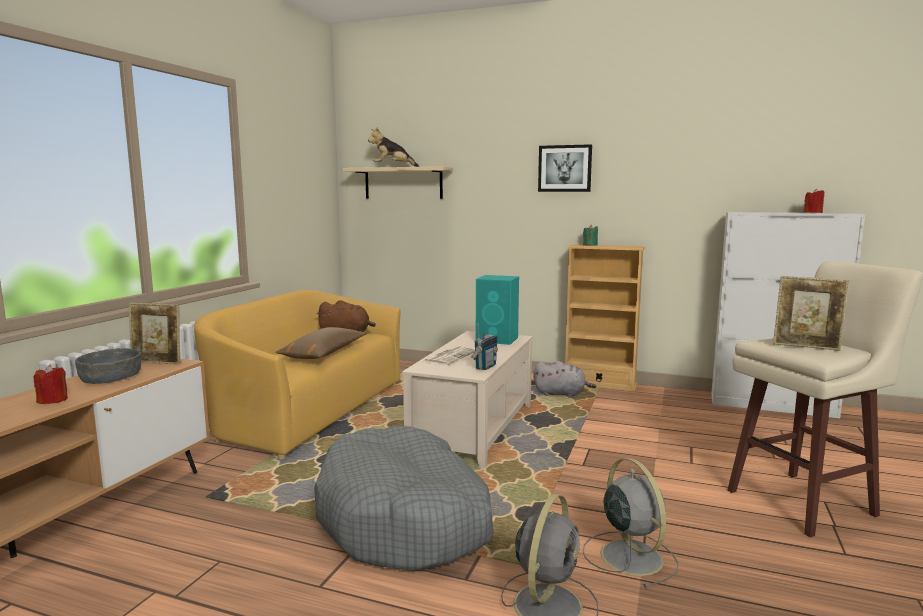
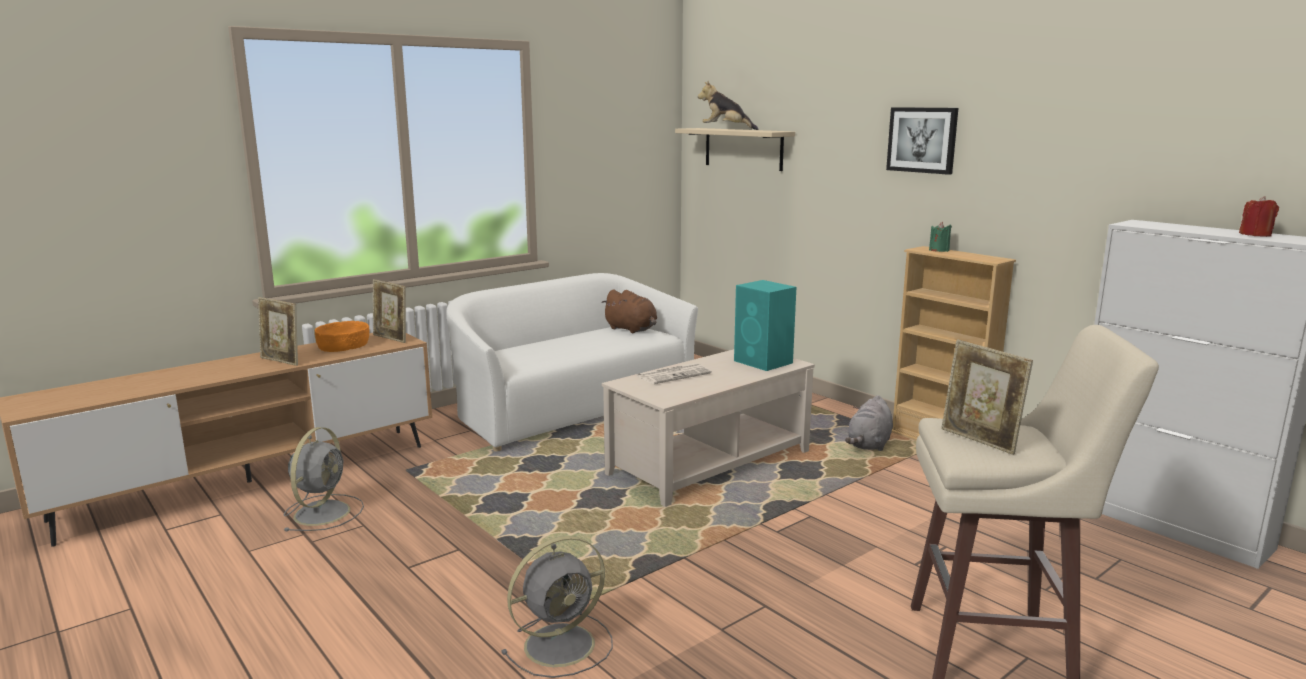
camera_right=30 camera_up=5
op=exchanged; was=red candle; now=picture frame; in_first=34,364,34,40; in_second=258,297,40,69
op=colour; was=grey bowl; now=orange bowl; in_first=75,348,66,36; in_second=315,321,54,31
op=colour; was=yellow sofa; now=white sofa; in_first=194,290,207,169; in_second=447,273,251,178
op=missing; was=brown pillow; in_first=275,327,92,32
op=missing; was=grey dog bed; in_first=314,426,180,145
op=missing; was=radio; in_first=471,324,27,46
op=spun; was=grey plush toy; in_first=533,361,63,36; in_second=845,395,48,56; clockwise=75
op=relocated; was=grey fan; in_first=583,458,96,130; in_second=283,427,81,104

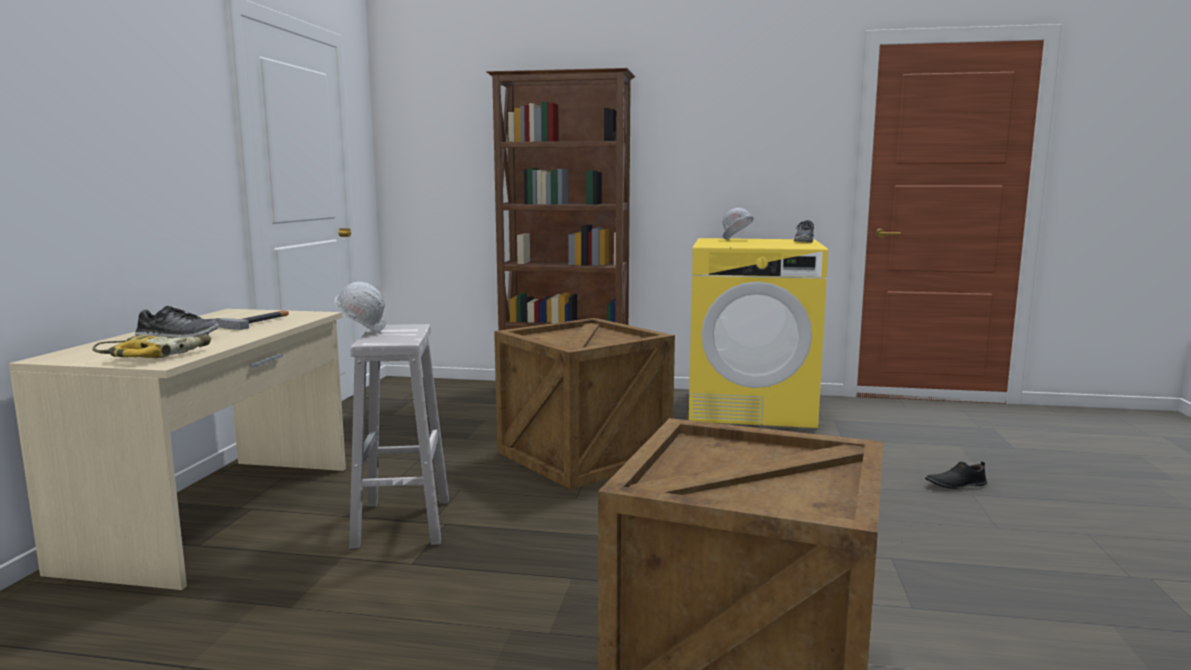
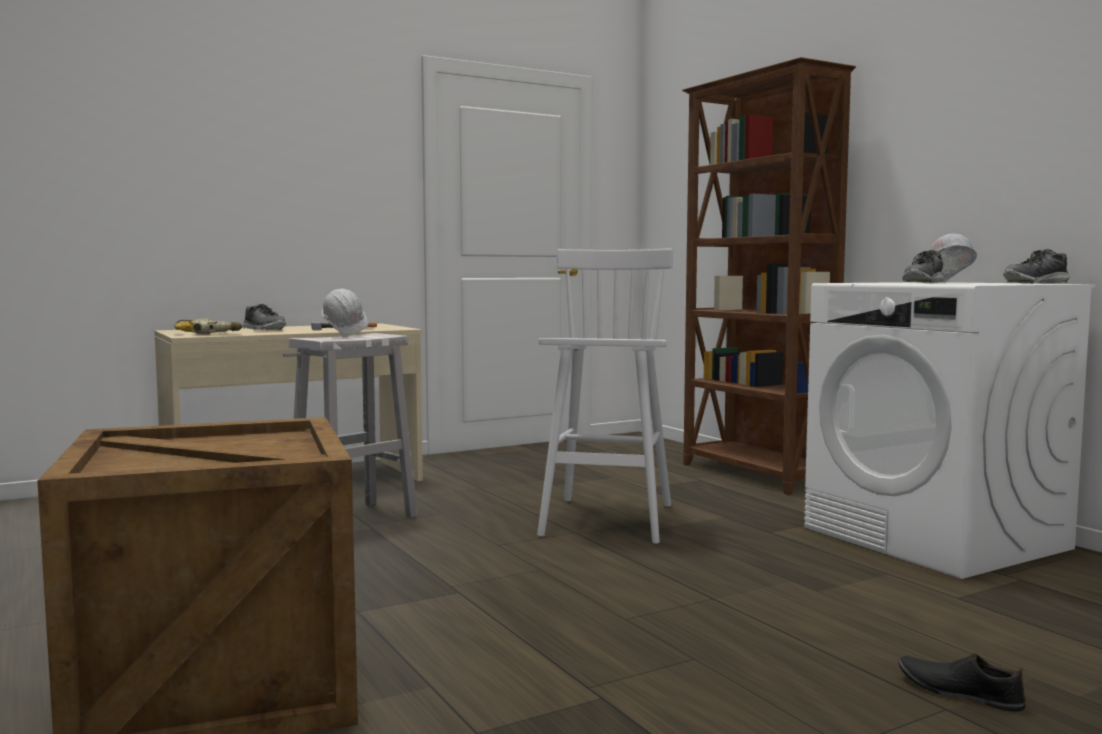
camera_right=50 camera_up=-5
op=exchanged; was=crate; now=white stool; in_first=494,318,181,172; in_second=537,248,136,296
op=colour; was=yellow washing machine; now=white washing machine; in_first=689,238,139,190; in_second=804,282,291,297
op=appeared; now=shoe; in_second=902,250,42,33

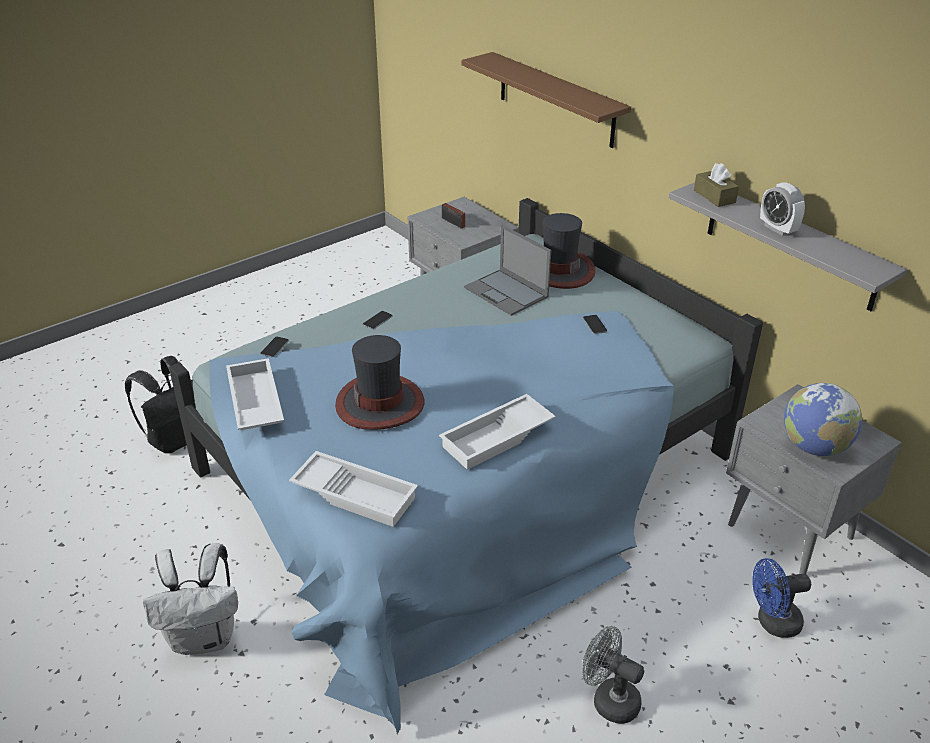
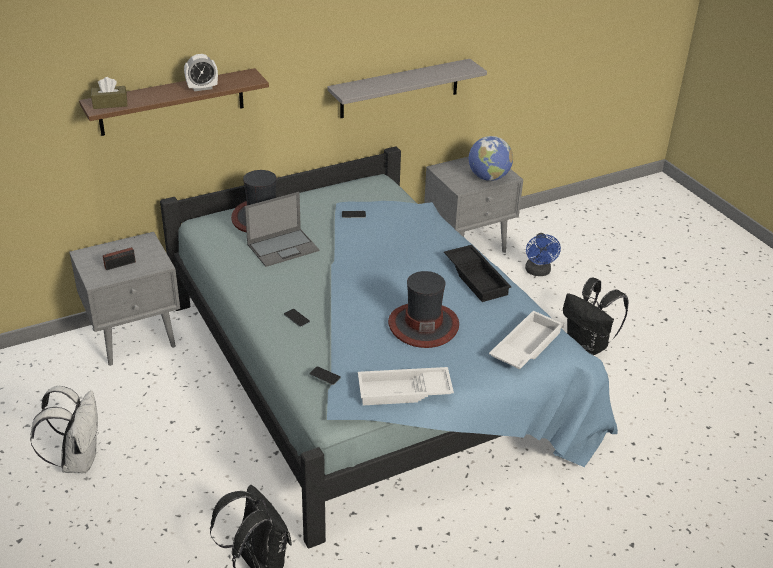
camera_right=-80 camera_up=0
op=relocated; was=white backpack; in_first=143,543,95,112; in_second=30,386,69,87
op=colour; was=white tray; now=black tray; in_first=439,394,117,76; in_second=444,245,67,57
op=exchanged; was=grey fan; now=black backpack; in_first=582,626,62,98; in_second=563,277,66,78
op=relocated; was=brown tissue box; in_first=694,163,45,44; in_second=91,77,36,32
op=relocated; was=alarm clock; in_first=760,182,45,54; in_second=184,54,34,37

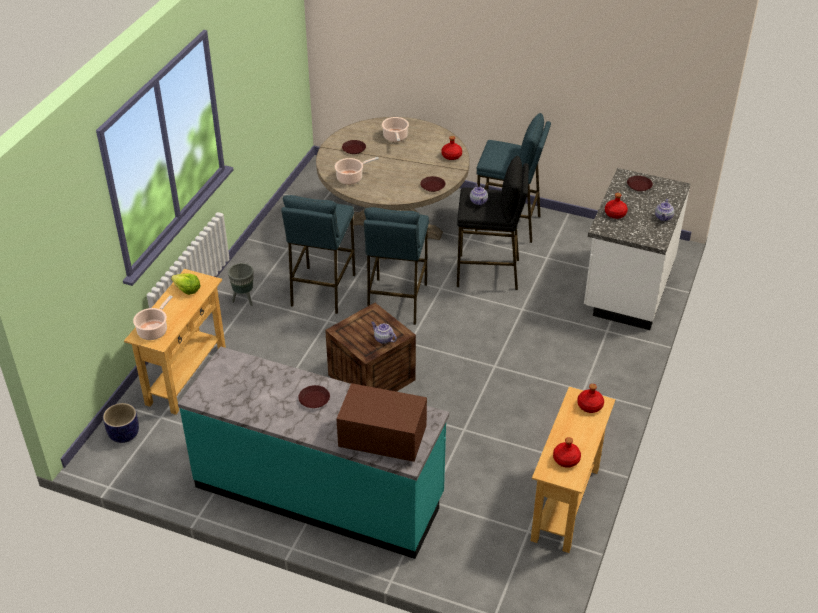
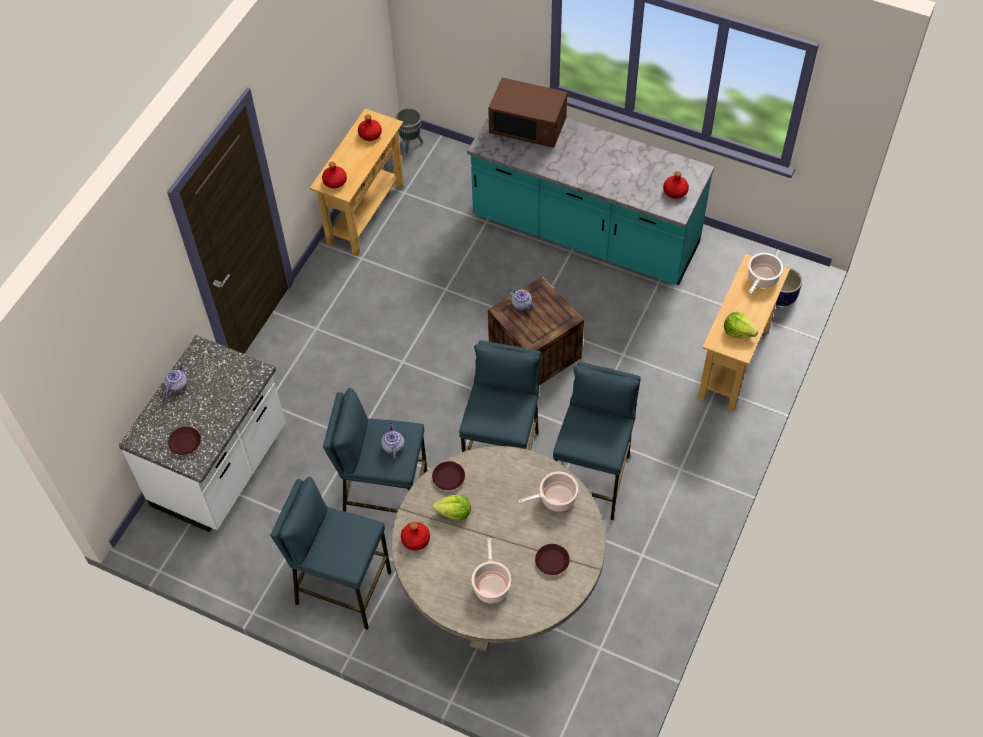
camera_right=-175 camera_up=15
op=relocated; was=grey planter; in_first=228,263,26,43; in_second=395,108,28,46
op=missing; was=brown plate; in_first=298,385,32,23
op=colour; was=black stool; now=blue stool; in_first=457,156,72,134; in_second=323,388,104,125
op=relocated; was=red bottle; in_first=605,193,23,26; in_second=663,171,26,28
op=appeared; now=lettuce; in_second=433,495,38,25

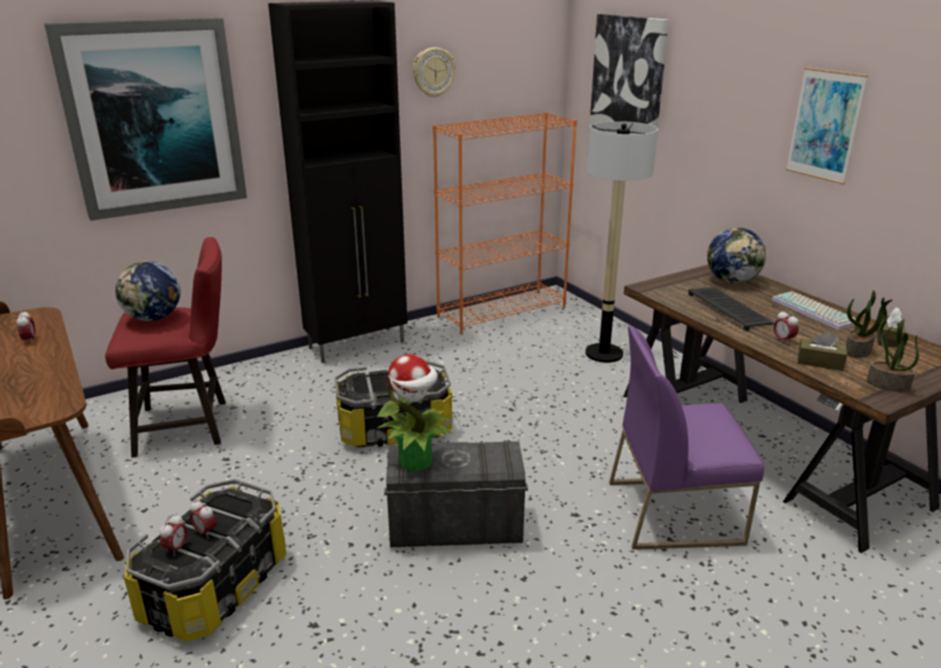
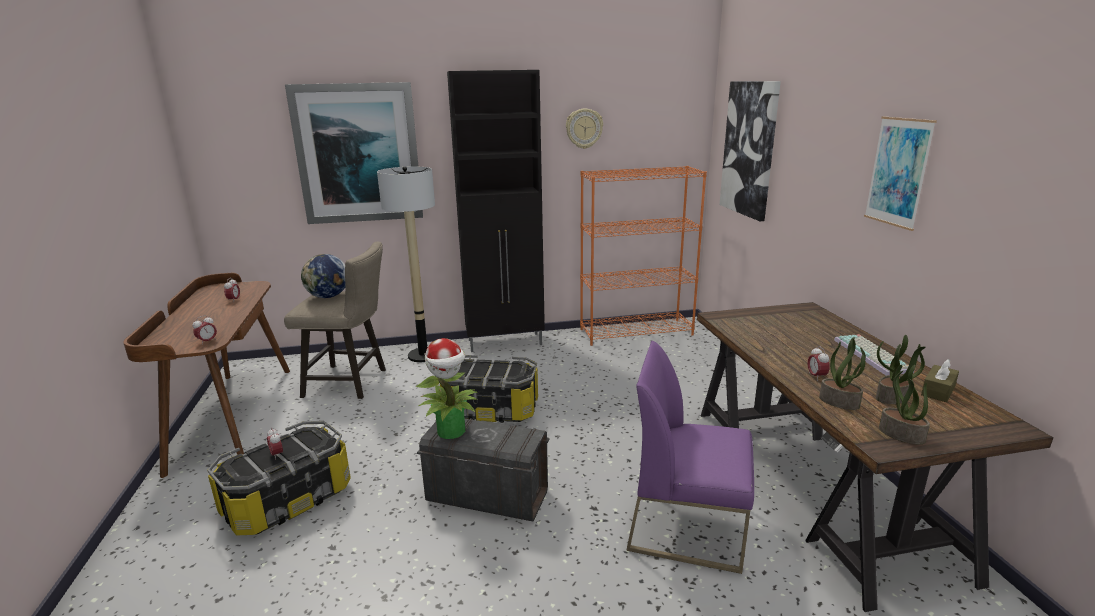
camera_right=20 camera_up=-5
op=colour; was=red stool; now=beige stool; in_first=105,237,121,221; in_second=284,242,102,157
op=relocated; was=alarm clock; in_first=159,514,28,42; in_second=193,315,24,30
op=relocated; was=floor lamp; in_first=585,121,73,242; in_second=377,167,58,195
op=missing; was=keyboard; in_first=688,287,87,44
op=missing; was=globe; in_first=707,228,59,56
op=exchanged; was=brown tissue box; now=potted plant; in_first=798,331,49,40; in_second=819,337,47,73

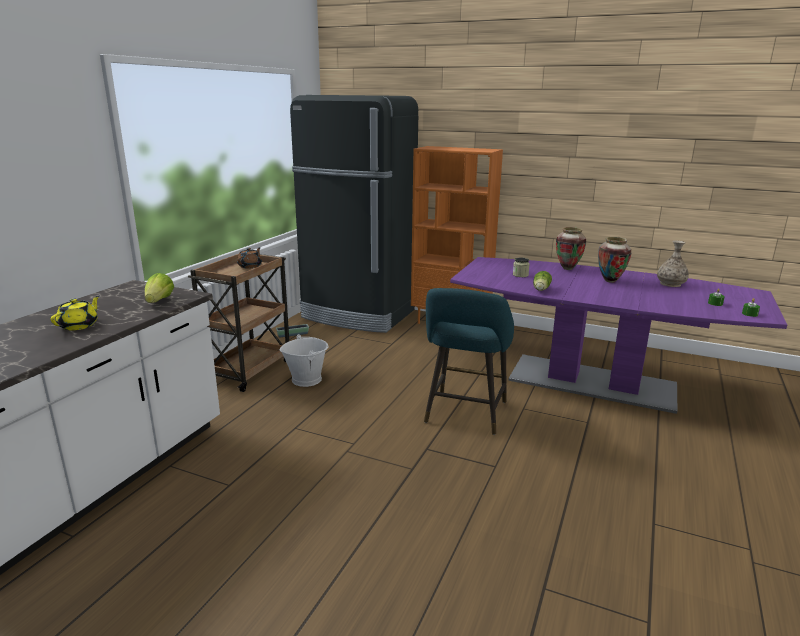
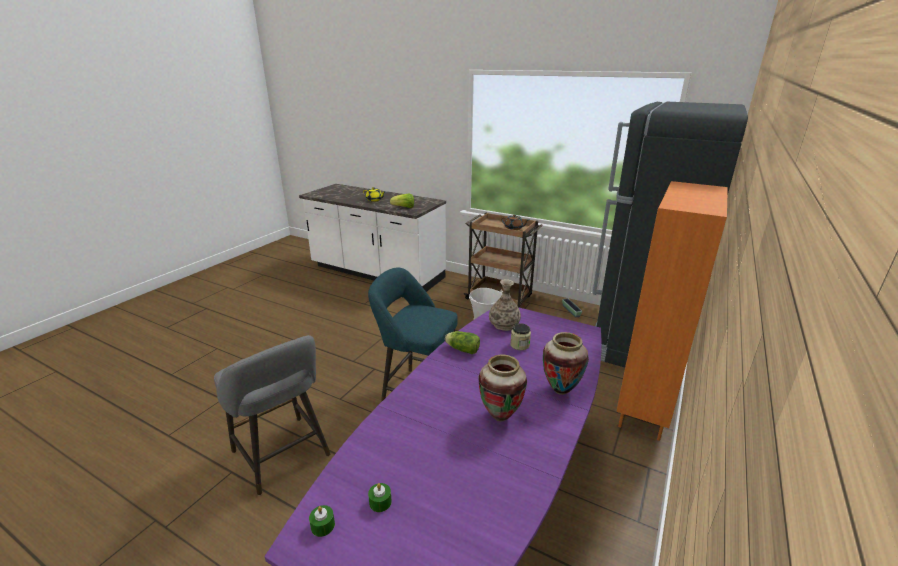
camera_right=95 camera_up=5
op=relocated; was=vase; in_first=657,241,32,46; in_second=489,279,32,52
op=appeared; now=grey stool; in_second=214,335,116,160

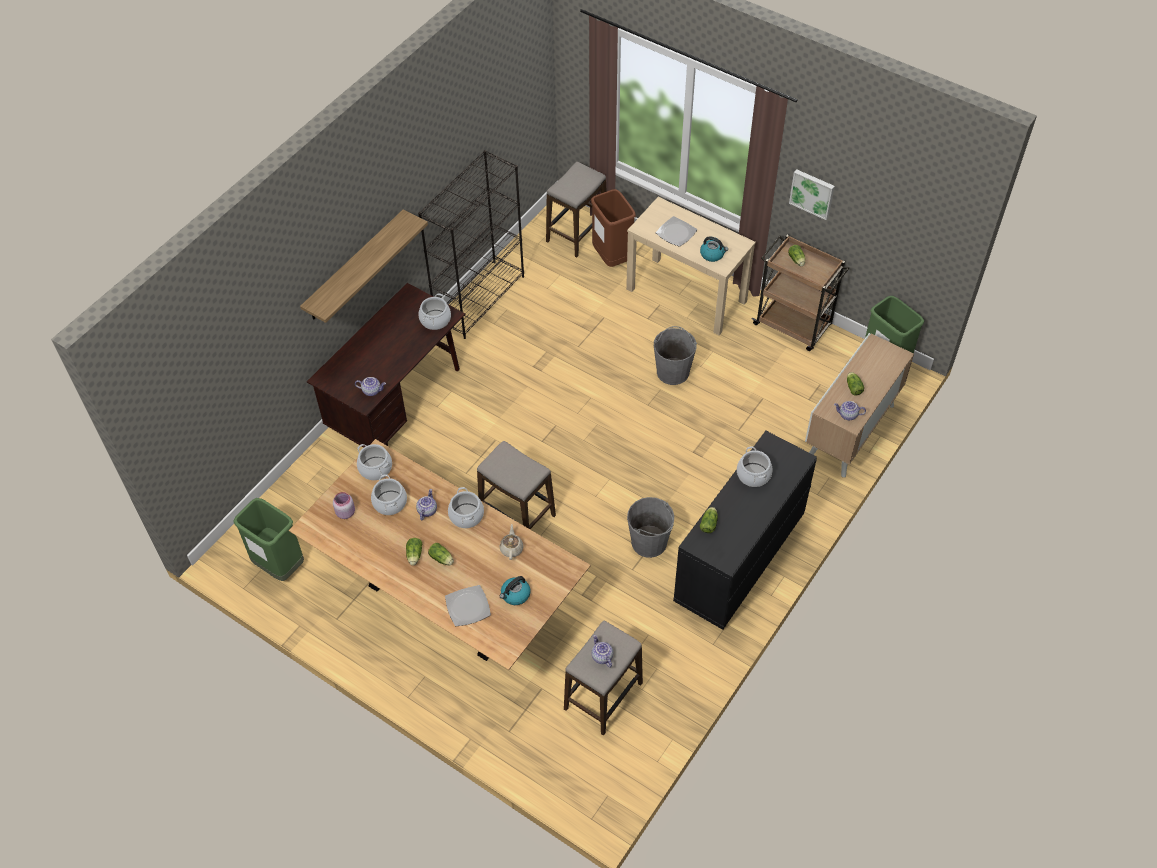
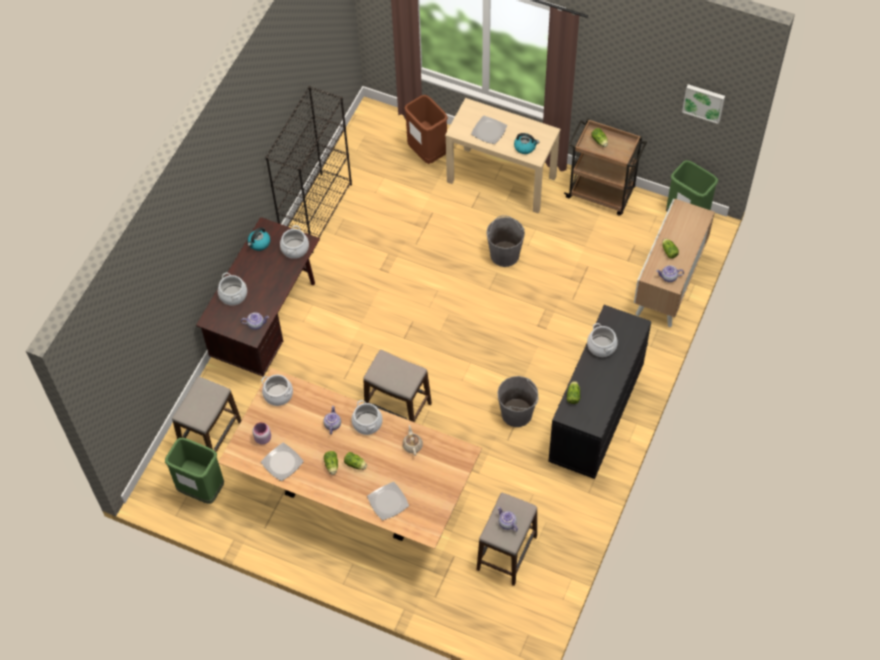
camera_right=-10 camera_up=5
op=missing; was=shelf; in_first=300,209,128,114
op=relocated; was=cooking pot; in_first=371,474,36,41; in_second=218,272,29,33
op=relocated; was=kettle; in_first=500,576,31,29; in_second=248,227,23,24
op=relocated; was=stool; in_first=546,162,61,95; in_second=172,376,69,76
op=relocated; was=picture; in_first=789,169,46,51; in_second=682,84,43,40
op=appeared; now=plate; in_second=261,443,43,38

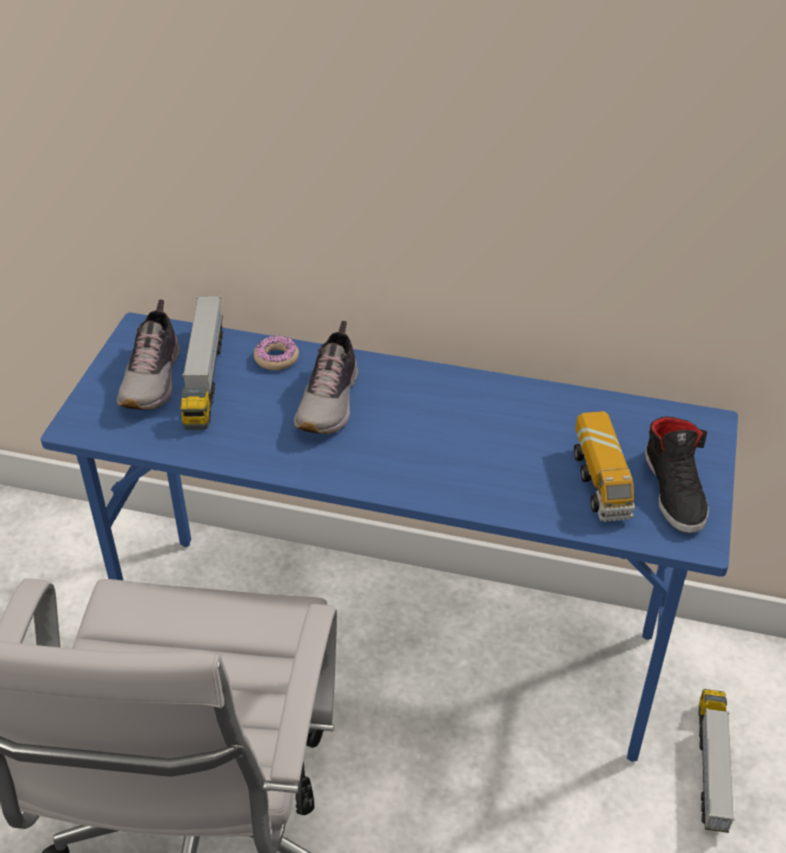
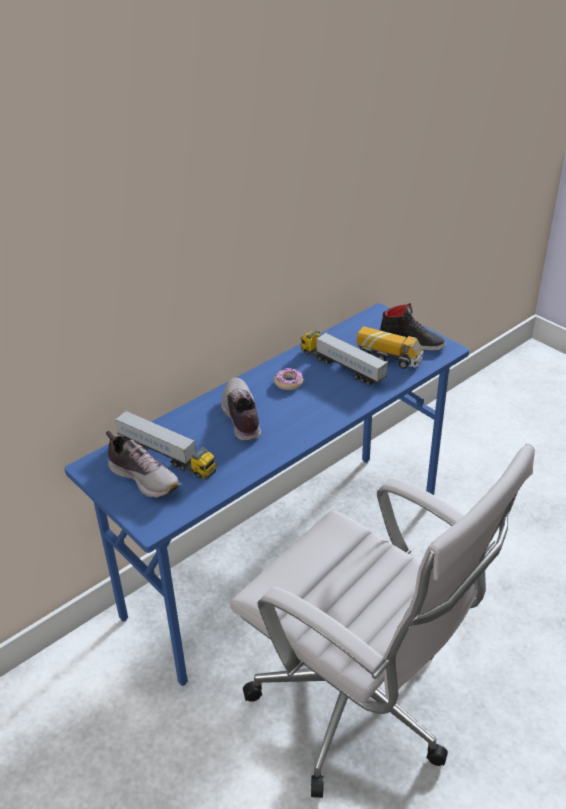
camera_right=-55 camera_up=-5
op=relocated; was=donut; in_first=254,336,45,34; in_second=274,368,29,22
op=spun; was=shoe; in_first=294,321,64,113; in_second=221,377,40,63; clockwise=-150
op=relocated; was=toy truck; in_first=699,689,36,144; in_second=301,331,87,55

